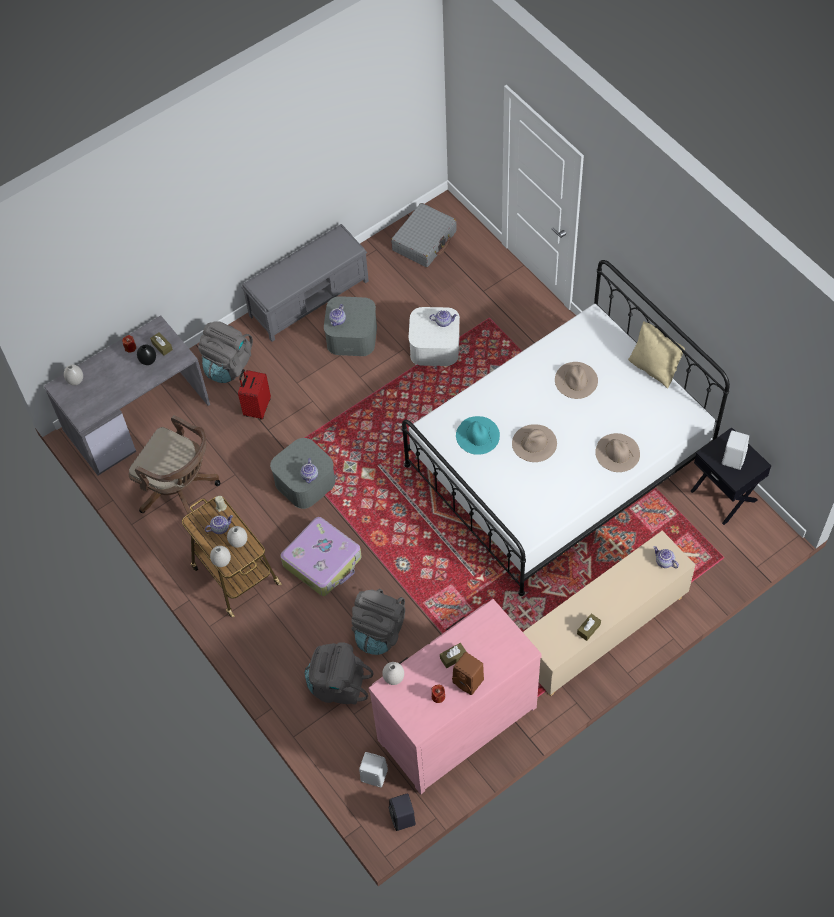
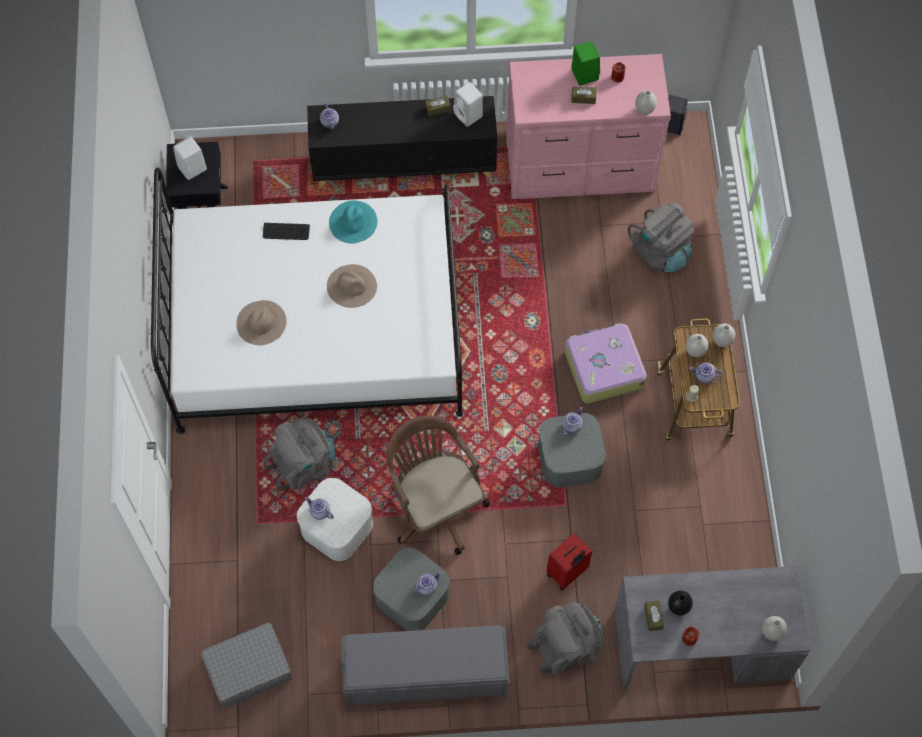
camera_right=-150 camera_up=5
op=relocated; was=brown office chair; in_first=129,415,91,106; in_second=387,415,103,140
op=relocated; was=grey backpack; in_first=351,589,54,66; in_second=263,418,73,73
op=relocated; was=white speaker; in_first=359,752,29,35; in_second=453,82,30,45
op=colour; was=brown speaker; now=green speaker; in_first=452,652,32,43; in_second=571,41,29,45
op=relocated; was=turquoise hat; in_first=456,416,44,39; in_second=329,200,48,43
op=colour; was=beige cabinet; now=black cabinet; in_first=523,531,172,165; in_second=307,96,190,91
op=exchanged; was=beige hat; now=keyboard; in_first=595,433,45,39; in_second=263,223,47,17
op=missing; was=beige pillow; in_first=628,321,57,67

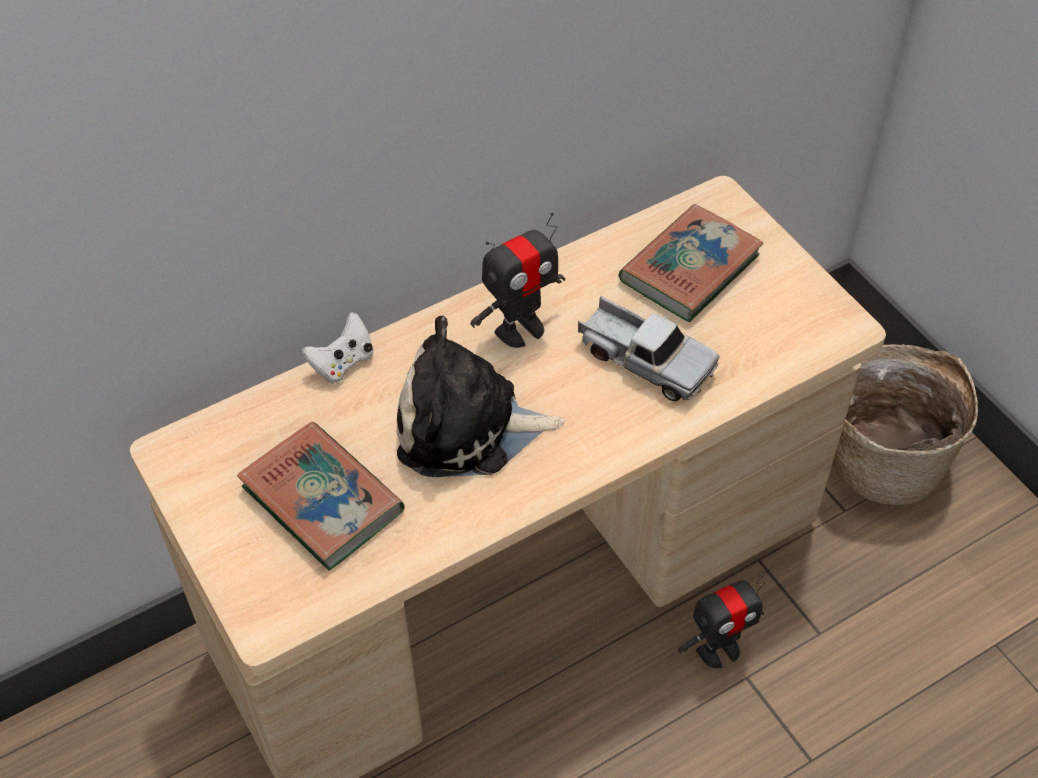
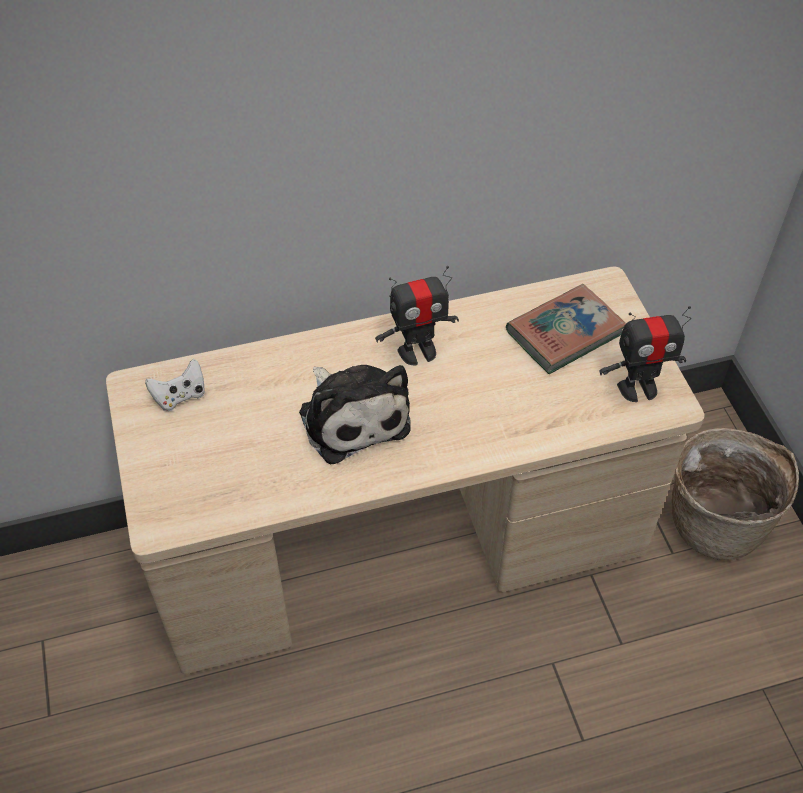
camera_right=15 camera_up=0
op=missing; was=book; in_first=237,422,168,149
op=relocated; was=white game controller; in_first=302,312,72,71; in_second=145,359,60,52
op=spun; was=plush toy; in_first=397,316,167,161; in_second=299,365,112,99; clockwise=-135
op=missing; was=toy truck; in_first=578,296,142,105
op=relocated; was=toy robot; in_first=678,574,87,94; in_second=599,306,92,96

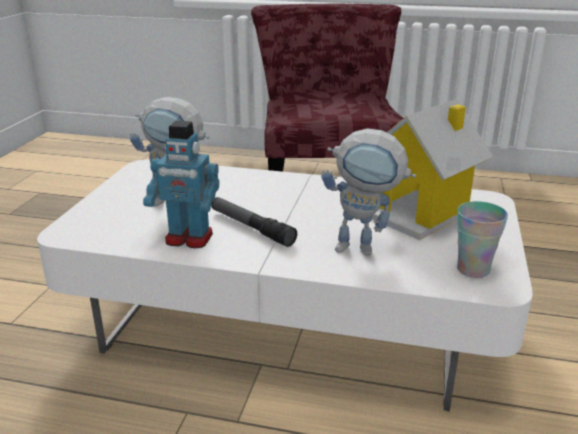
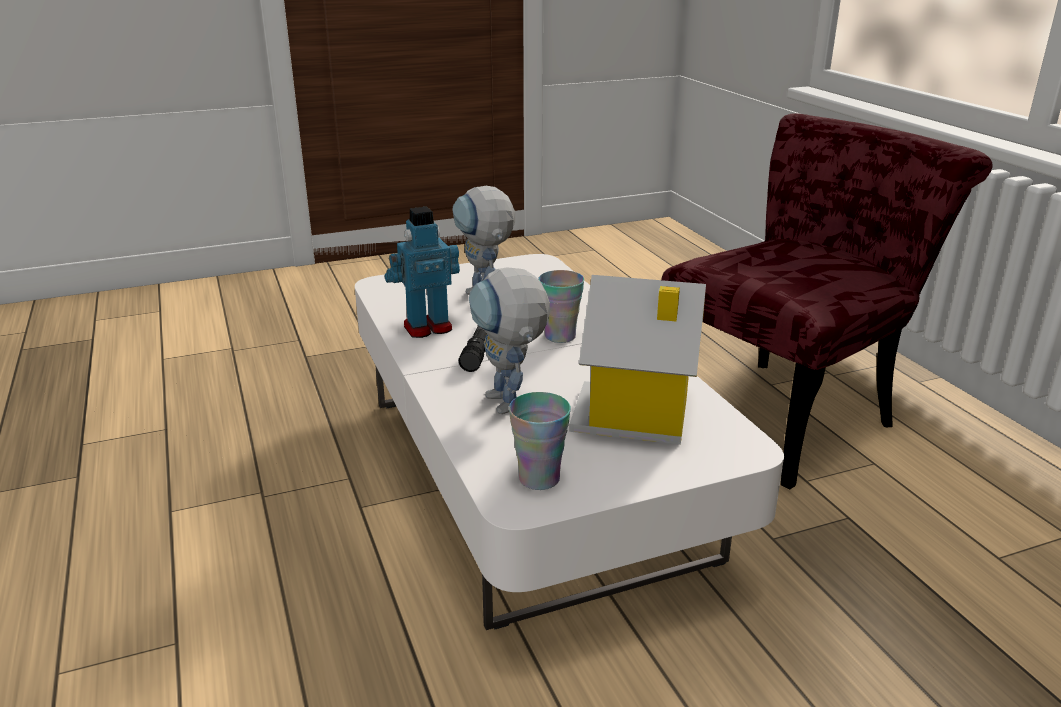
camera_right=55 camera_up=0
op=spun; was=toy robot; in_first=143,121,76,127; in_second=385,206,75,132; clockwise=90
op=appeared; now=cup; in_second=538,270,46,73

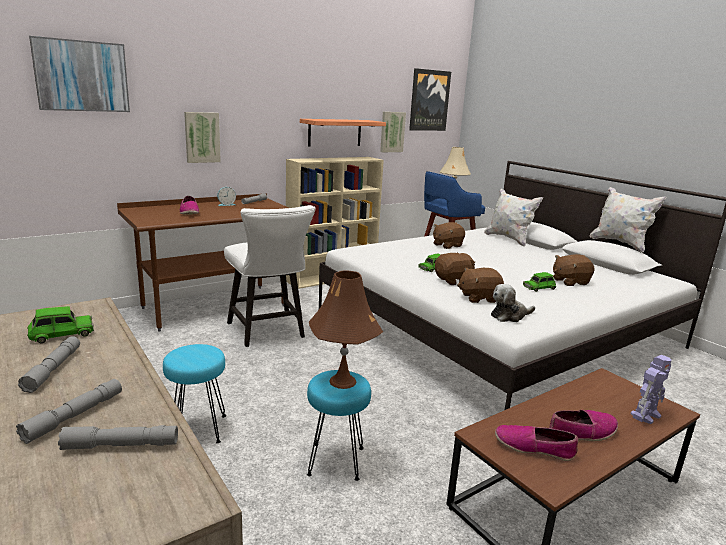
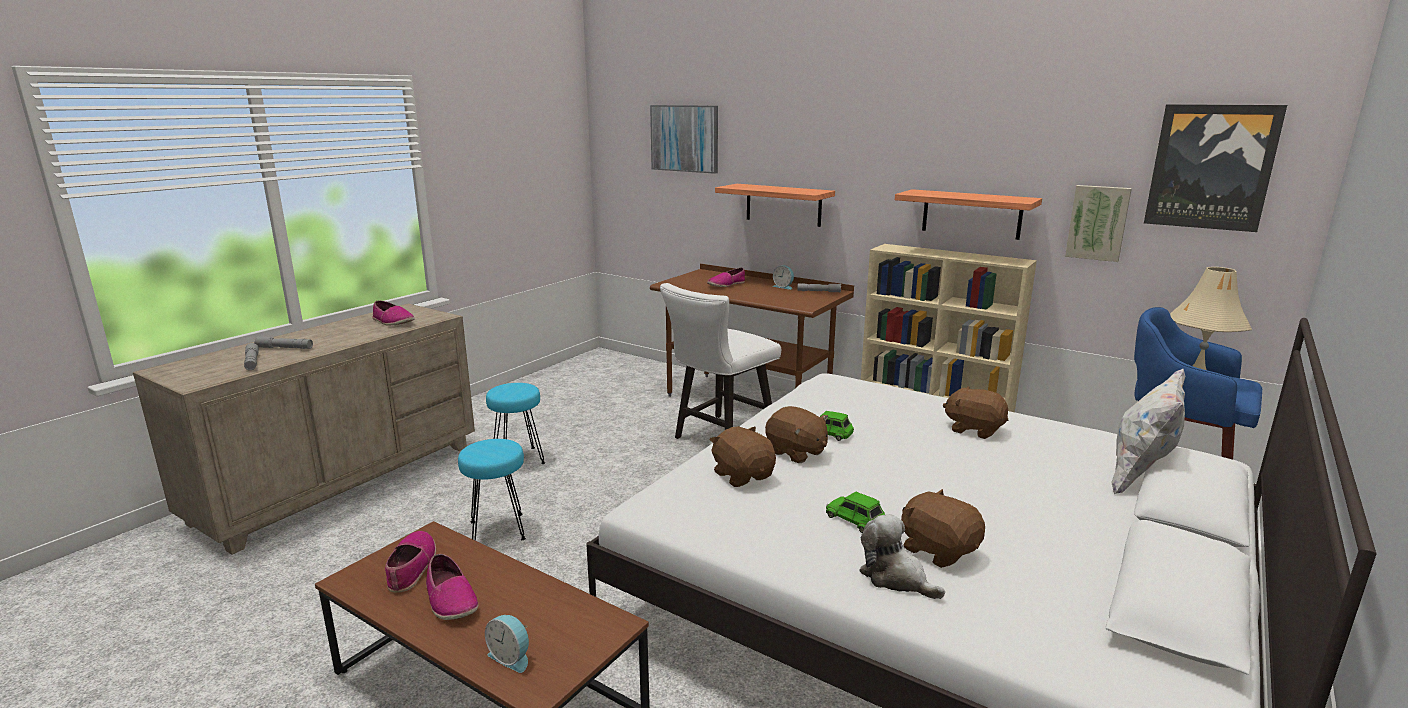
camera_right=70 camera_up=0
op=missing; was=grey flashlight; in_first=18,336,62,57
op=exchanged; was=green toy car; now=shoe; in_first=27,306,67,37; in_second=372,300,42,26
op=exchanged; was=picture; now=shelf; in_first=184,112,37,51; in_second=715,184,120,43
op=missing; was=brown table lamp; in_first=309,270,74,119
op=relocated; was=plush toy; in_first=491,284,44,38; in_second=859,514,86,85
op=missing; was=white pillow; in_first=590,187,76,66
op=exchanged; was=toy robot; now=alarm clock; in_first=631,355,41,69; in_second=485,615,44,58

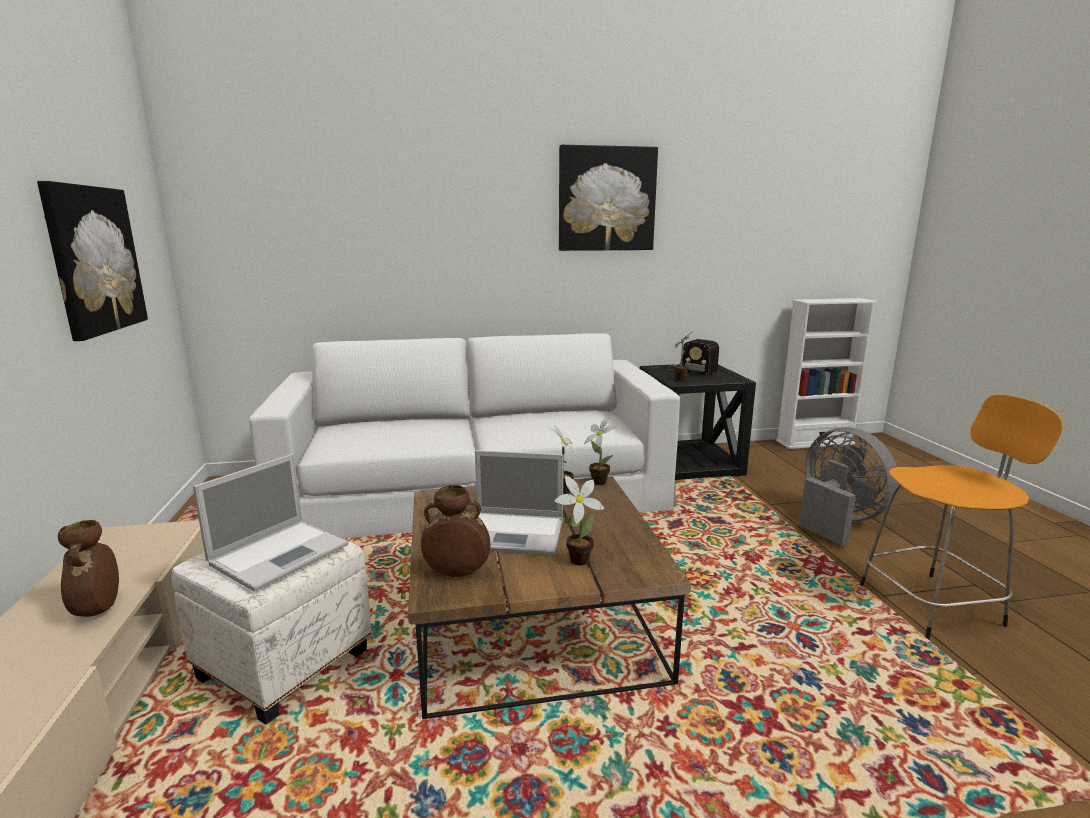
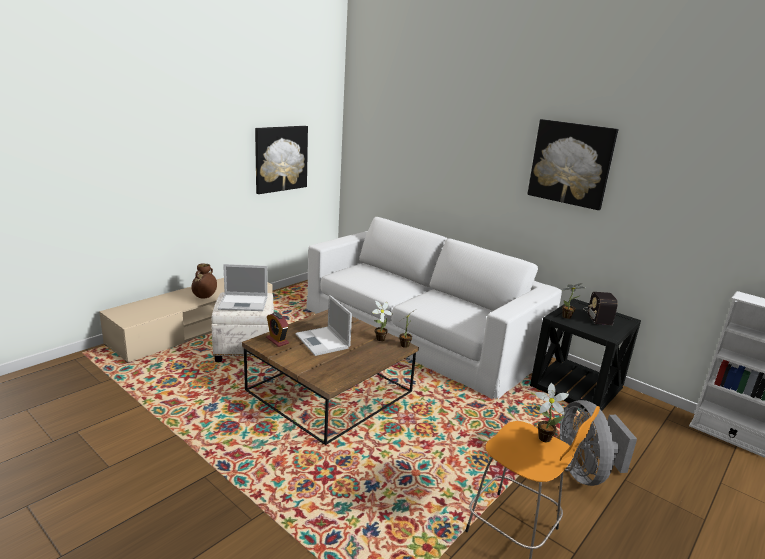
camera_right=50 camera_up=5
op=exchanged; was=brown vase; now=alarm clock; in_first=421,485,70,92; in_second=266,312,23,35
op=relocated; was=potted plant; in_first=554,476,50,90; in_second=535,383,34,59
op=spun; was=grey fan; in_first=799,427,99,119; in_second=560,400,77,86; clockwise=150

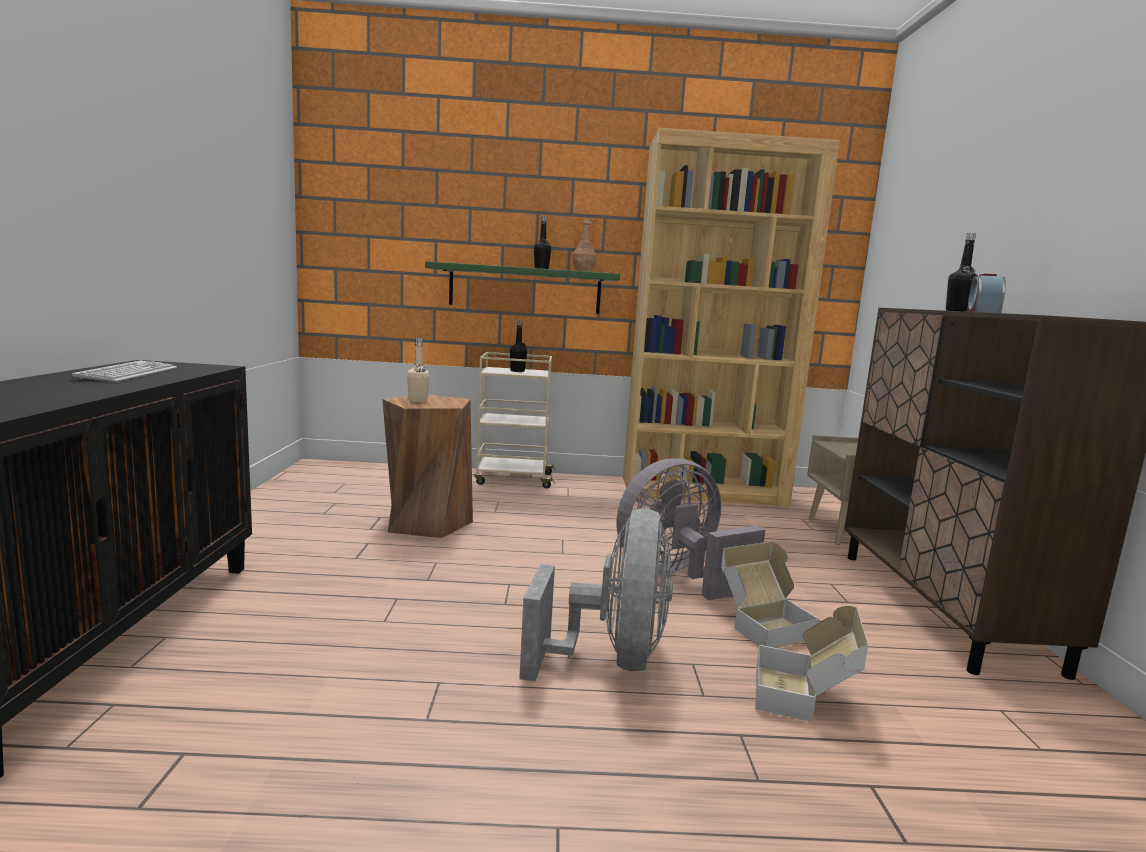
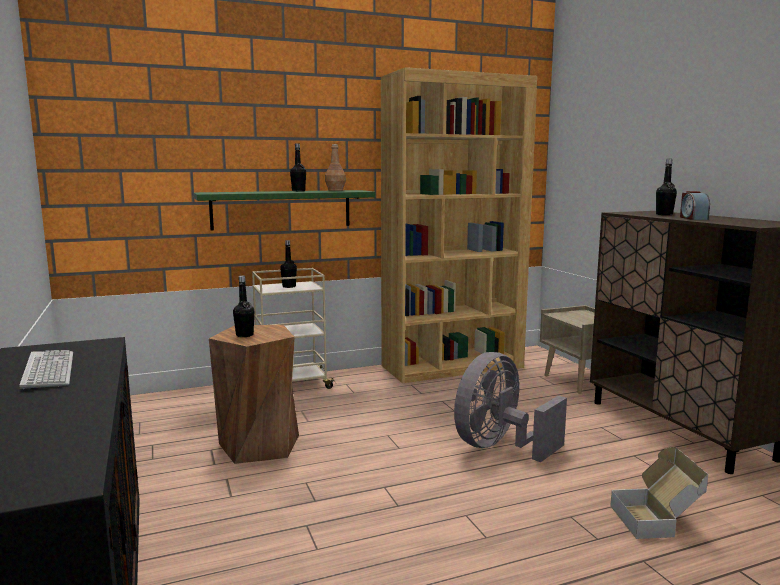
camera_right=-20 camera_up=0
op=colour; was=beige bottle; now=black bottle; in_first=407,337,23,66; in_second=233,276,21,61
op=missing; was=grey fan; in_first=519,508,154,173
op=missing; was=cardboard box; in_first=721,541,98,107

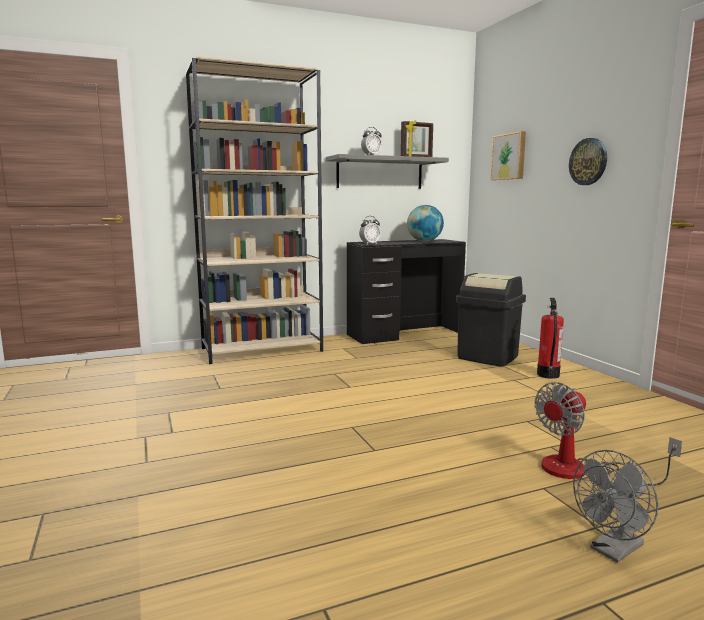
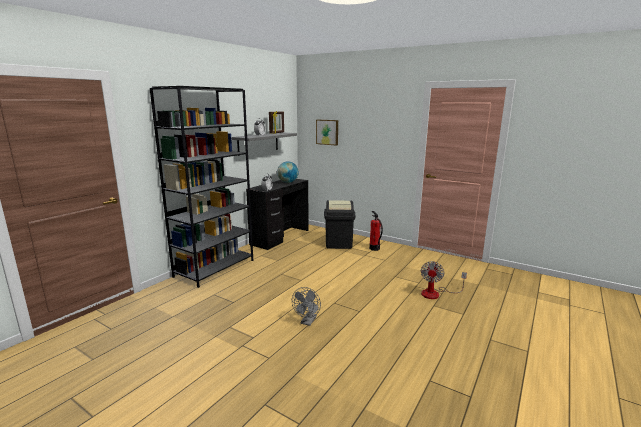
camera_right=-35 camera_up=5
op=colour; was=beige bookcase; now=black bookcase; in_first=186,56,137,308; in_second=150,86,103,202
op=missing; was=wall clock; in_first=569,138,38,47
op=relocated; was=grey fan; in_first=573,450,85,113; in_second=292,287,29,39

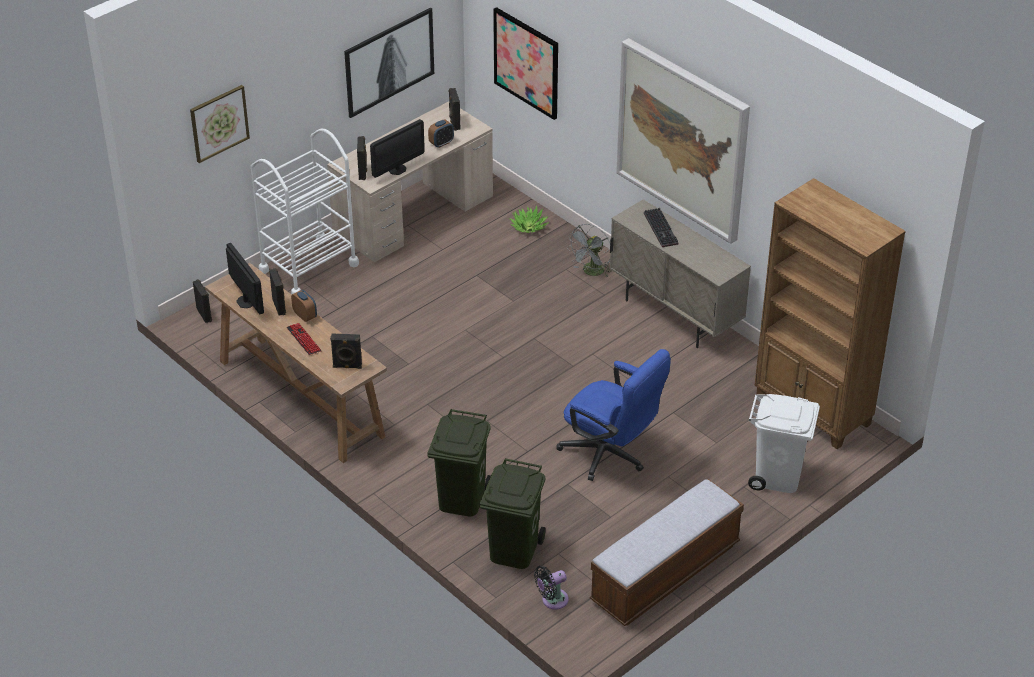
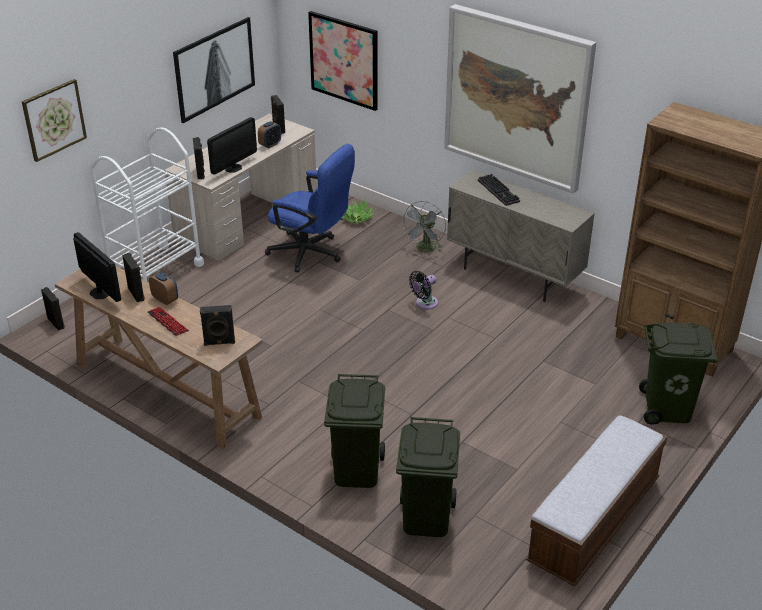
camera_right=-10 camera_up=-5
op=relocated; was=black fan; in_first=534,566,35,44; in_second=409,271,29,39
op=relocated; was=blue office chair; in_first=557,349,114,132; in_second=265,144,90,128
op=colour; was=white trash can; now=green trash can; in_first=748,394,72,99; in_second=639,323,79,102

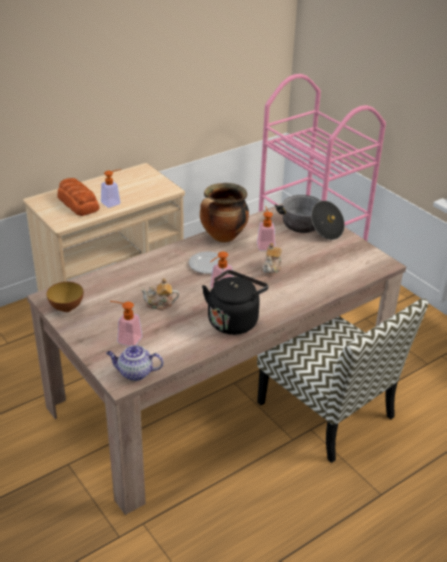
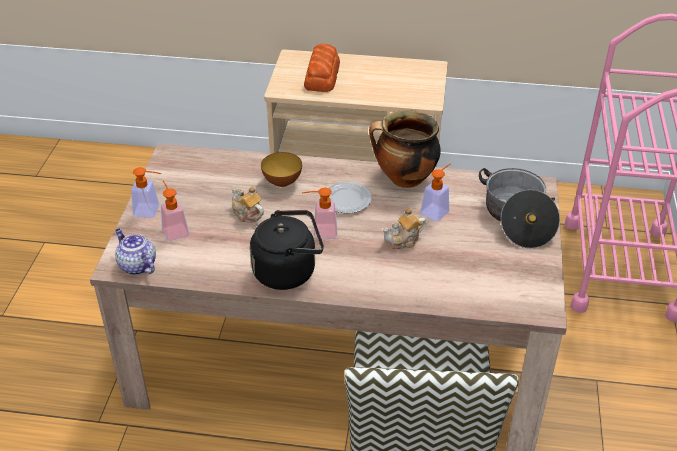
camera_right=45 camera_up=5
op=relocated; was=bowl; in_first=47,282,36,30; in_second=261,152,41,35
op=relocated; was=soap dispenser; in_first=101,169,21,39; in_second=131,167,30,51

